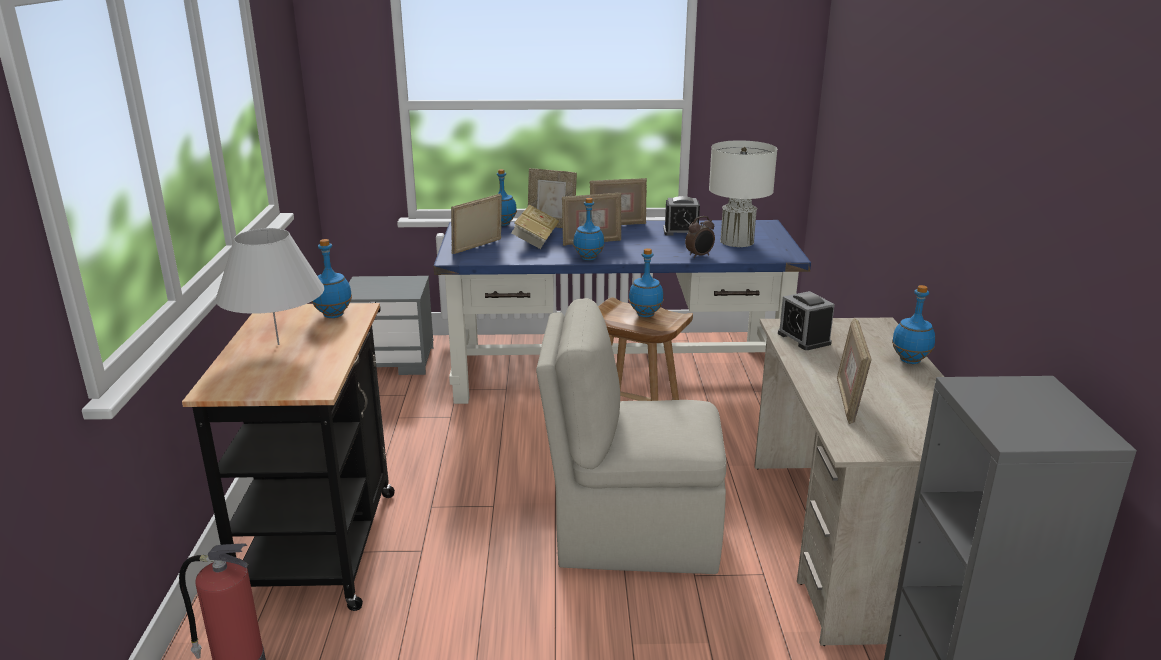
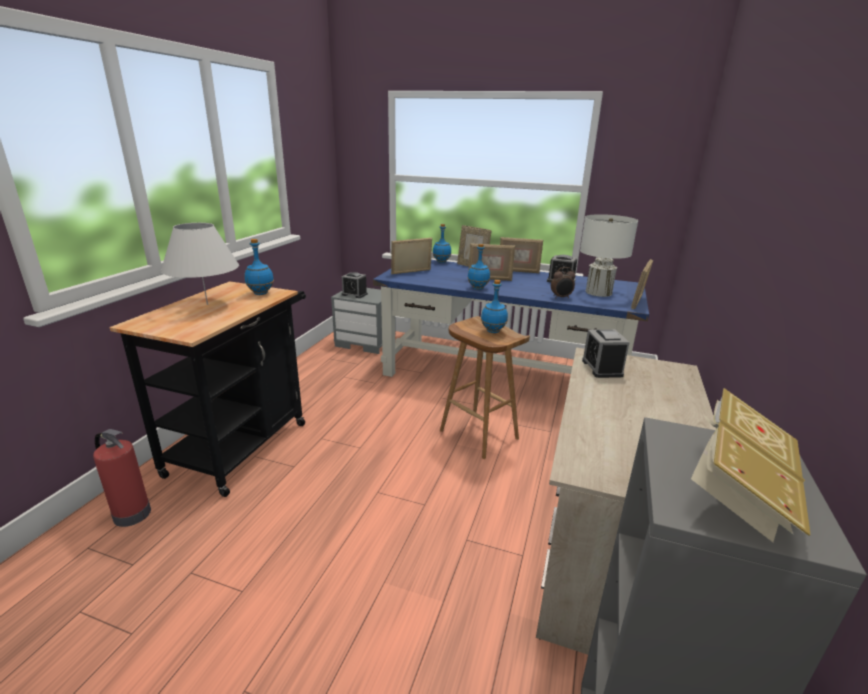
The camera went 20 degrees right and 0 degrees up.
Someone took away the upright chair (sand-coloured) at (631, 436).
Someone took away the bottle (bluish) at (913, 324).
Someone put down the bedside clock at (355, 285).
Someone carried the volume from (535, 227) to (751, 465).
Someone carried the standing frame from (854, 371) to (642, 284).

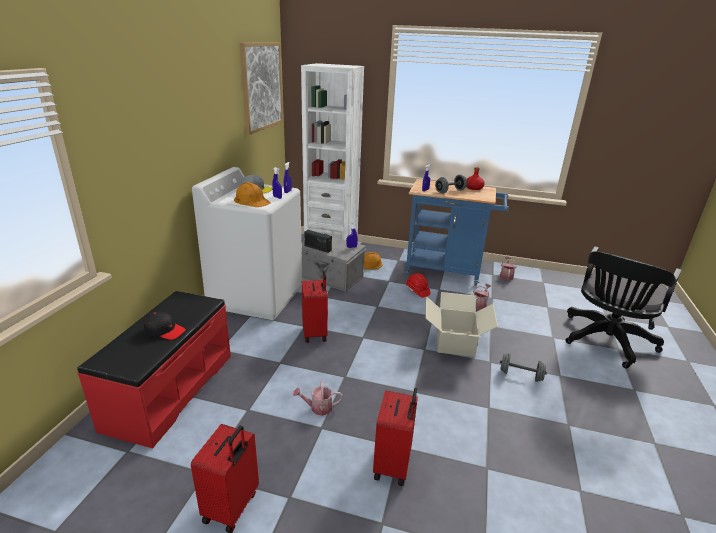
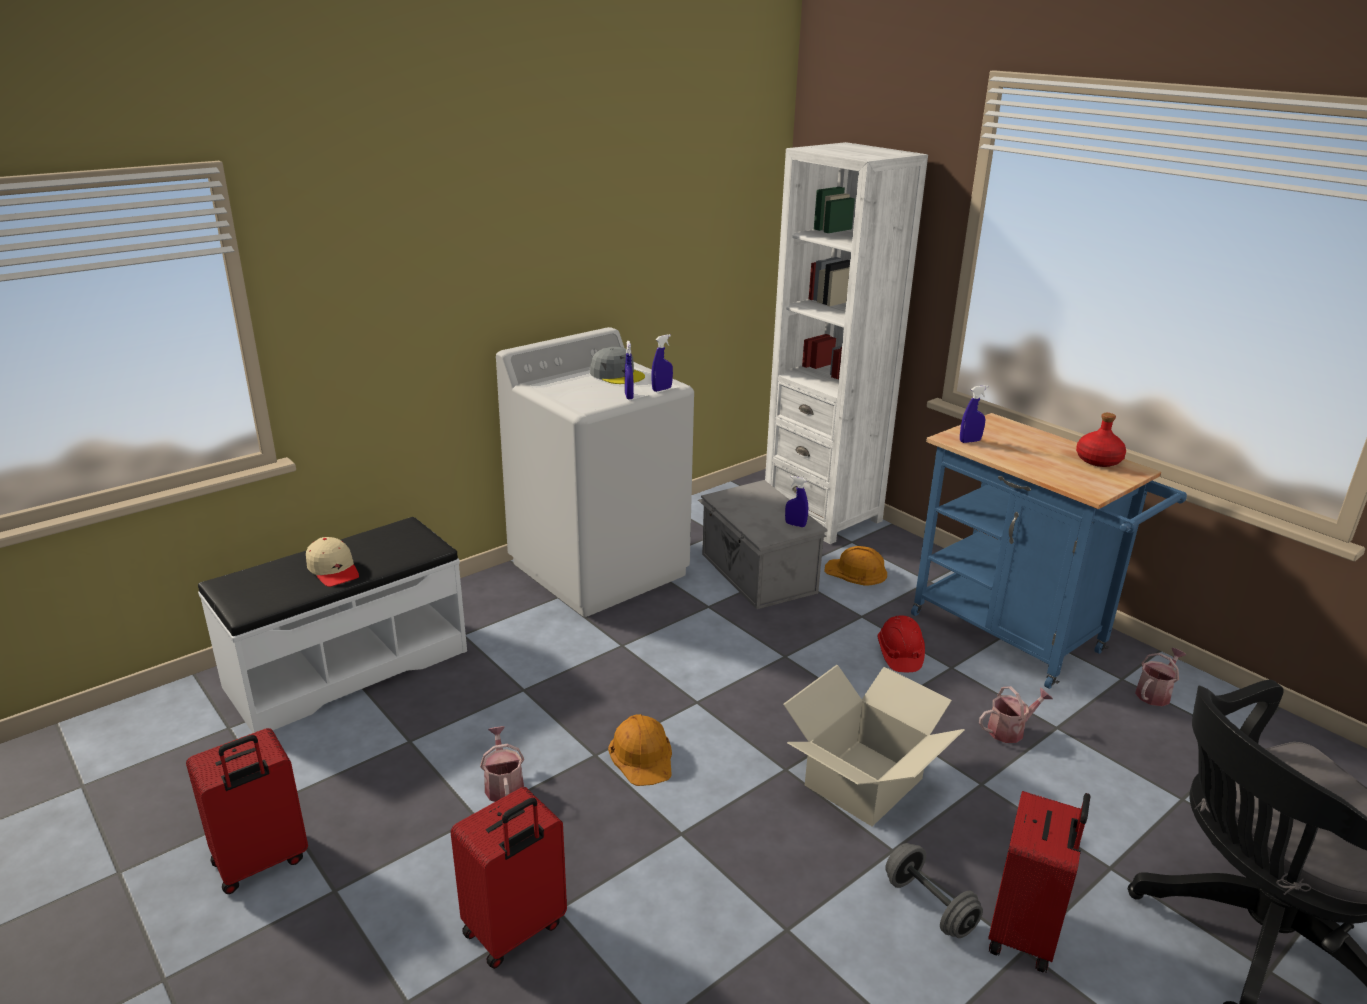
The camera went 35 degrees right and 0 degrees up.
Someone took away the picture at (261, 88).
Someone took away the radio set at (318, 241).
Someone took away the free weight (gray) at (451, 184).
Someone carried the hard hat (orange-coloured) from (252, 194) to (640, 750).
Someone carried the piece of luggage (red-coloured) from (315, 307) to (1039, 881).
Someone repainted the indoor bench (red-coloured) at (154, 370), which became the indoor bench (white) at (332, 625).
Someone repainted the peaked cap (black) at (164, 326), which became the peaked cap (sand-coloured) at (332, 562).
Someone rotated the watering pot at (318, 398) by 45 degrees clockwise.

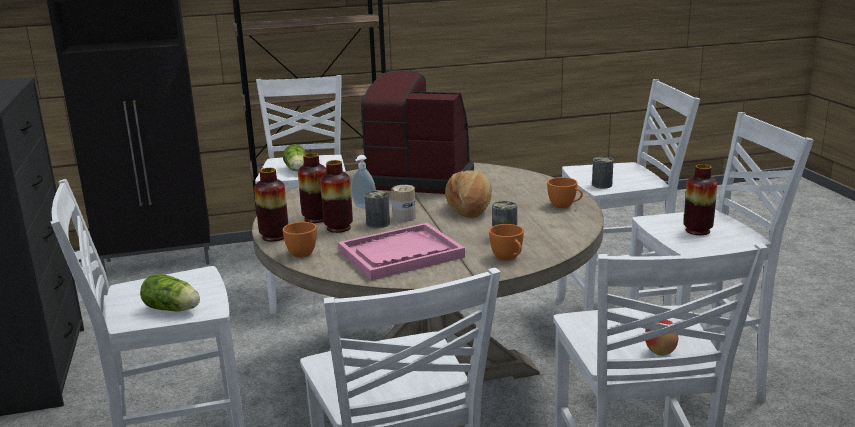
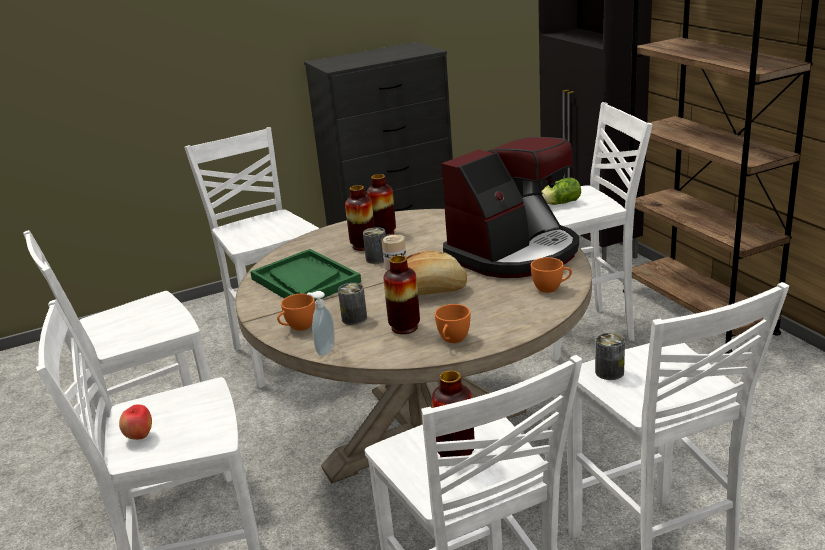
The camera went 80 degrees right and 5 degrees up.
Someone took away the head of lettuce at (170, 292).
Someone carried the vase from (271, 205) to (401, 294).
Someone carried the cup (orange-coloured) from (300, 239) to (551, 275).
Someone carried the soap bottle from (363, 182) to (321, 323).
Someone repainted the carrying tray (pink-coloured) at (401, 252), which became the carrying tray (green) at (305, 275).
Someone rotated the coffee machine at (417, 132) by 45 degrees clockwise.

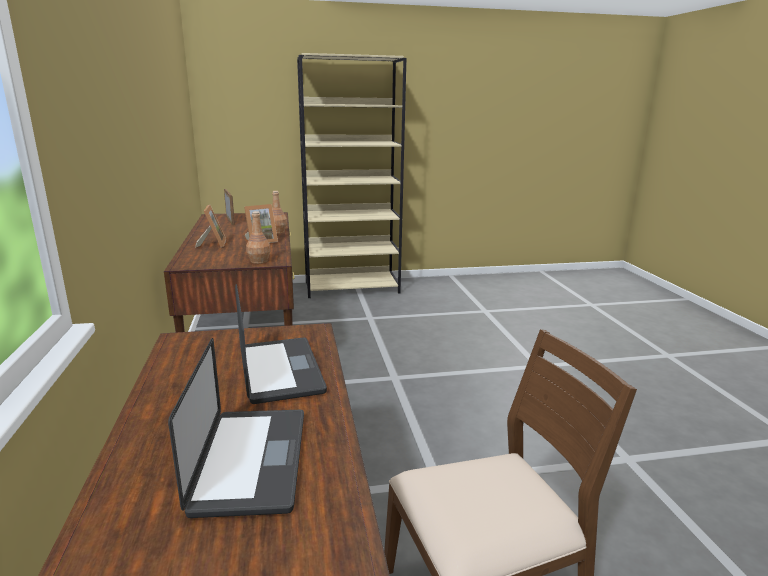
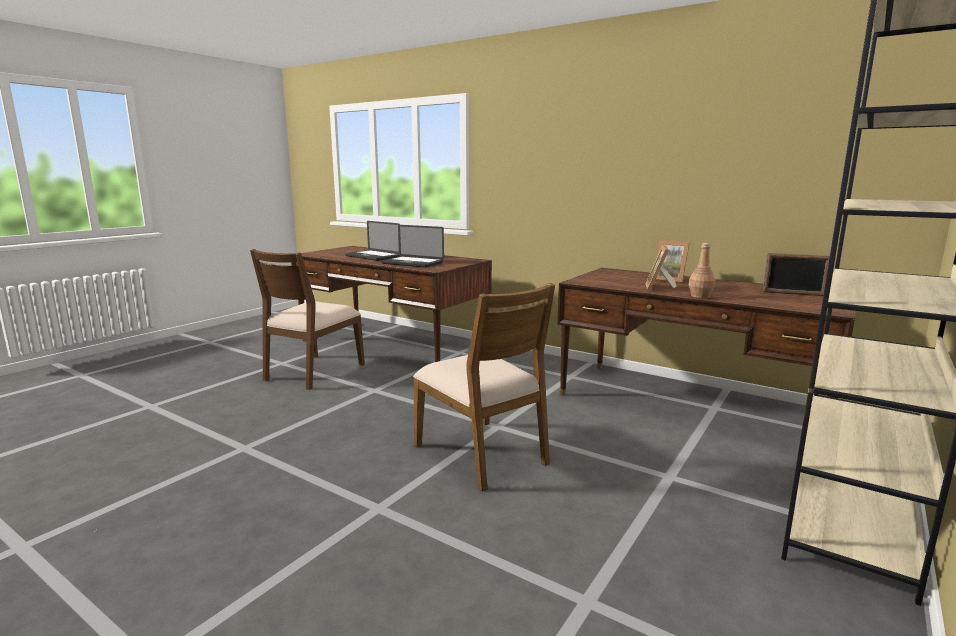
The camera went 135 degrees right and 5 degrees down.
Someone took away the bottle (brown) at (258, 237).
Someone put down the upright chair (brown) at (484, 387).

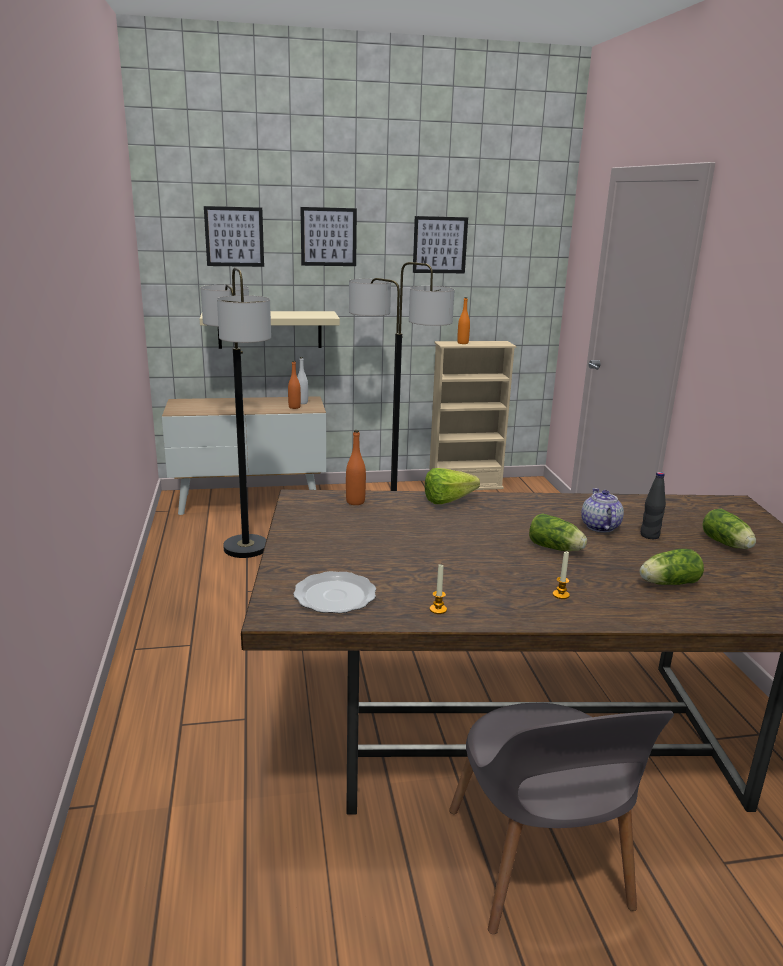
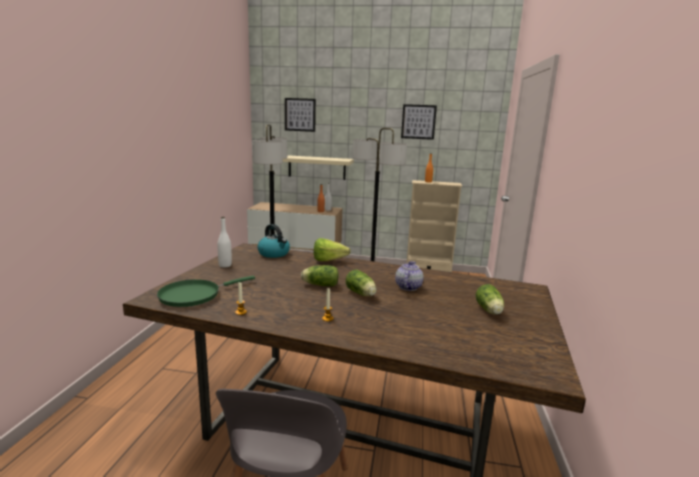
The camera went 20 degrees right and 5 degrees down.
Someone took away the picture at (328, 236).
Someone took away the bottle (black) at (653, 505).
Someone put down the bottle (white) at (224, 242).
Someone carried the head of lettuce from (672, 567) to (320, 276).
Someone swapped the plate at (334, 592) for the frying pan (green) at (206, 291).
Someone swapped the bottle (orange-coloured) at (356, 467) for the tea kettle at (273, 241).

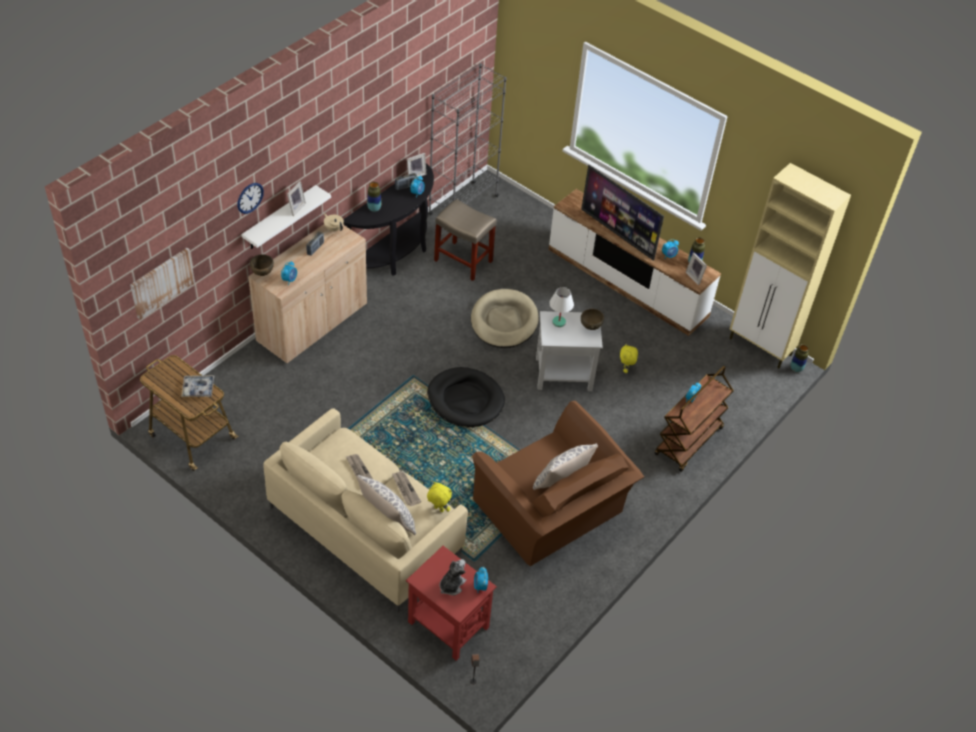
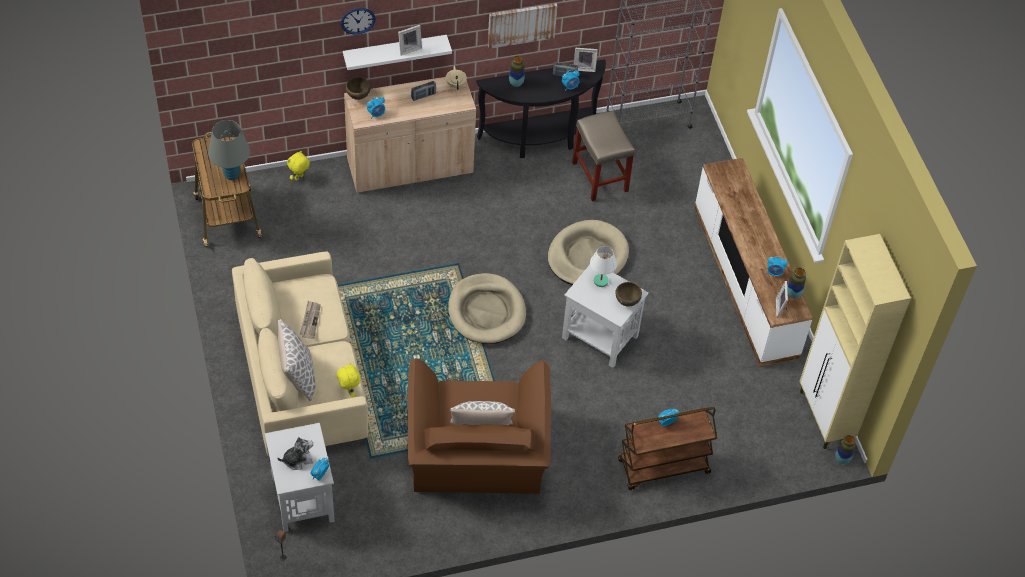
The camera went 35 degrees right and 5 degrees up.
Someone took away the daily paper at (406, 488).
Someone took away the TV set at (622, 213).
Someone carried the picture from (162, 284) to (522, 26).
Someone carried the plush toy (yellowish) from (629, 358) to (298, 165).
Someone swapped the carrying tray at (197, 386) for the lamp for a table (gray) at (229, 150).
Someone repainted the accent table (red-coloured) at (451, 603), which became the accent table (white) at (300, 477).
Someone repainted the pet bed (black) at (466, 397), which became the pet bed (sand-coloured) at (487, 308).

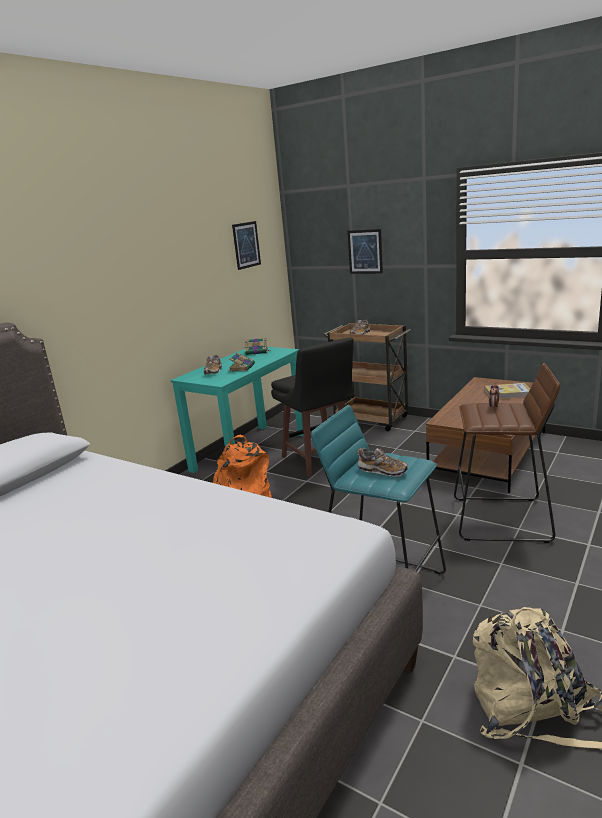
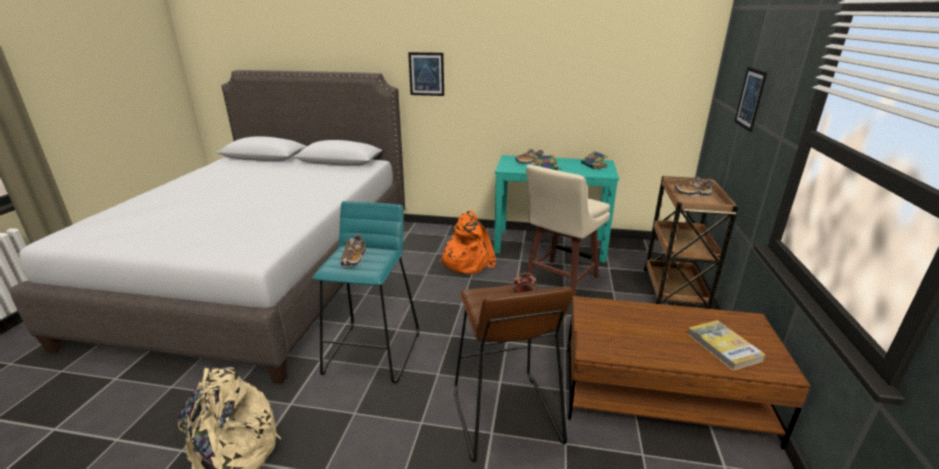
The camera went 65 degrees right and 5 degrees up.
Someone carried the picture from (246, 245) to (426, 74).
Someone repainted the sitting stool (black) at (312, 407), which became the sitting stool (sand-coloured) at (567, 232).

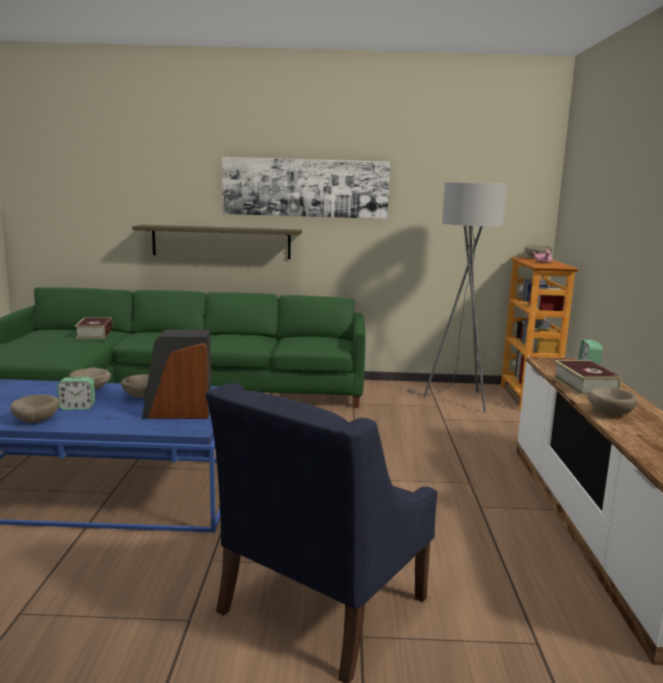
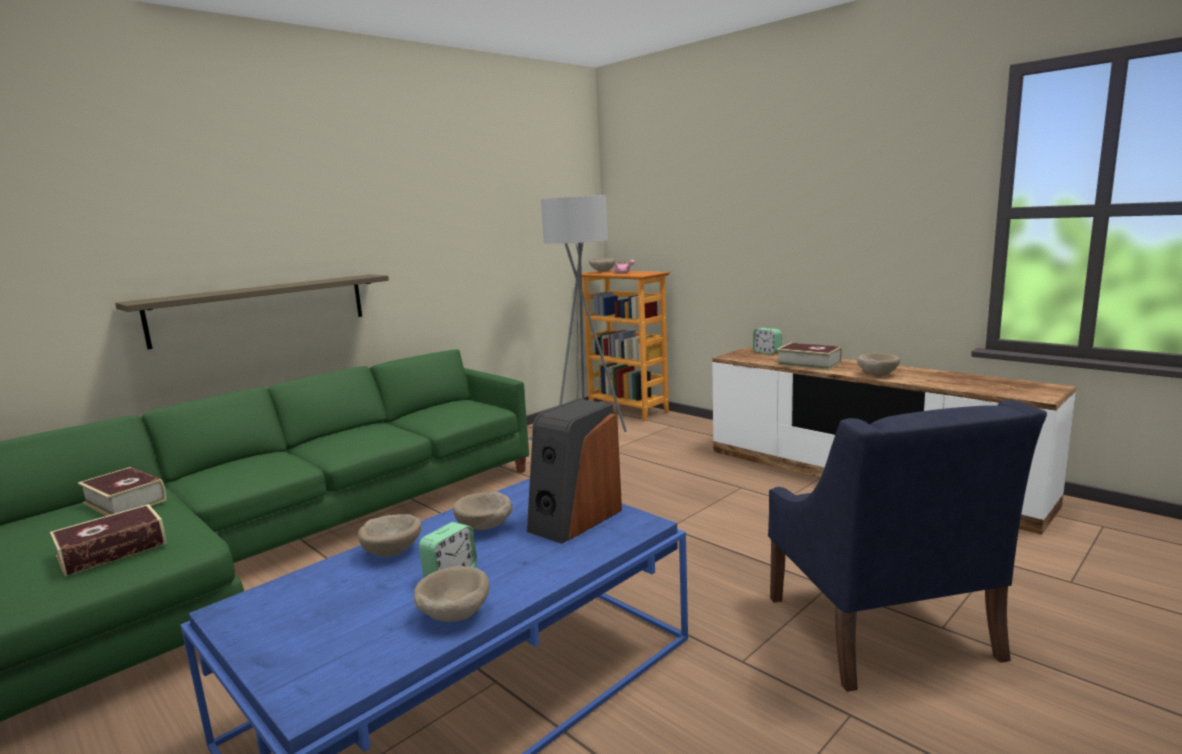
The camera went 45 degrees left and 0 degrees up.
Someone took away the picture at (306, 188).
Someone put down the volume at (108, 540).

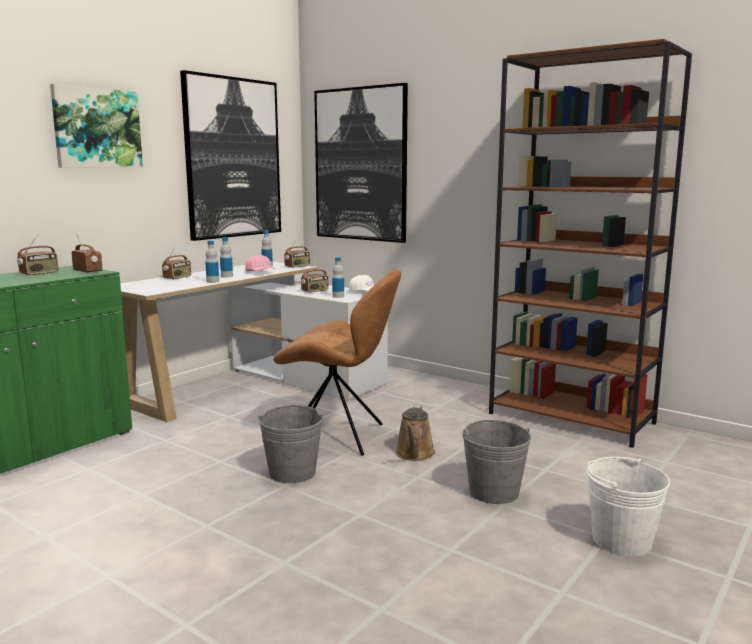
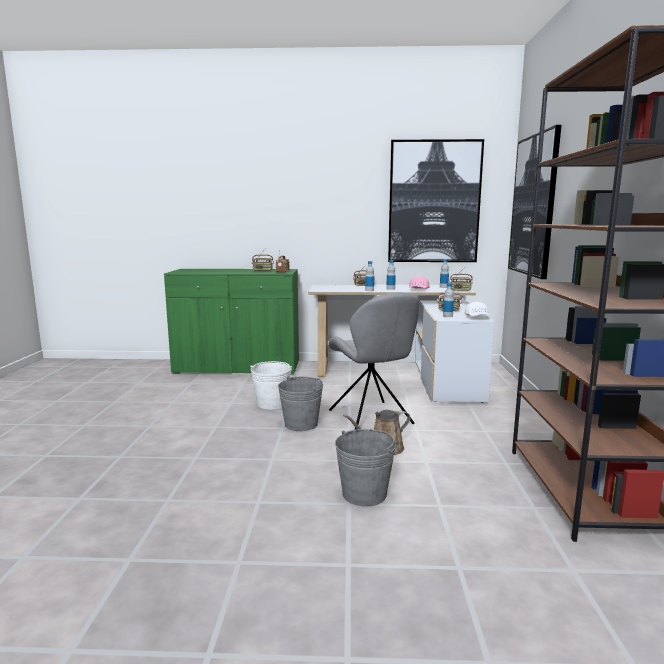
The camera went 55 degrees right and 0 degrees up.
Someone took away the picture at (96, 126).
Someone carried the pail (white) from (628, 506) to (271, 385).
Someone repainted the upright chair (brown) at (337, 362), which became the upright chair (gray) at (373, 360).

